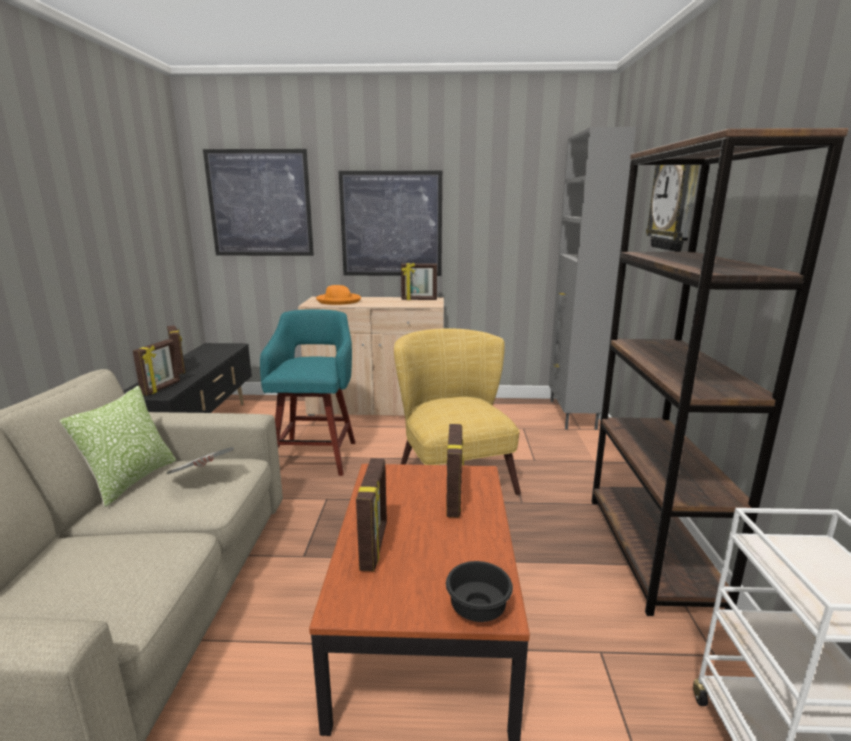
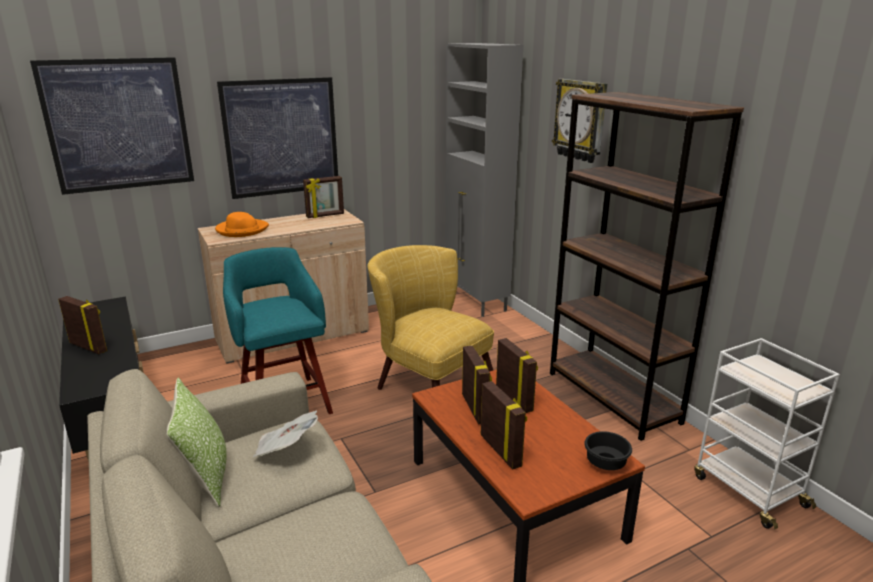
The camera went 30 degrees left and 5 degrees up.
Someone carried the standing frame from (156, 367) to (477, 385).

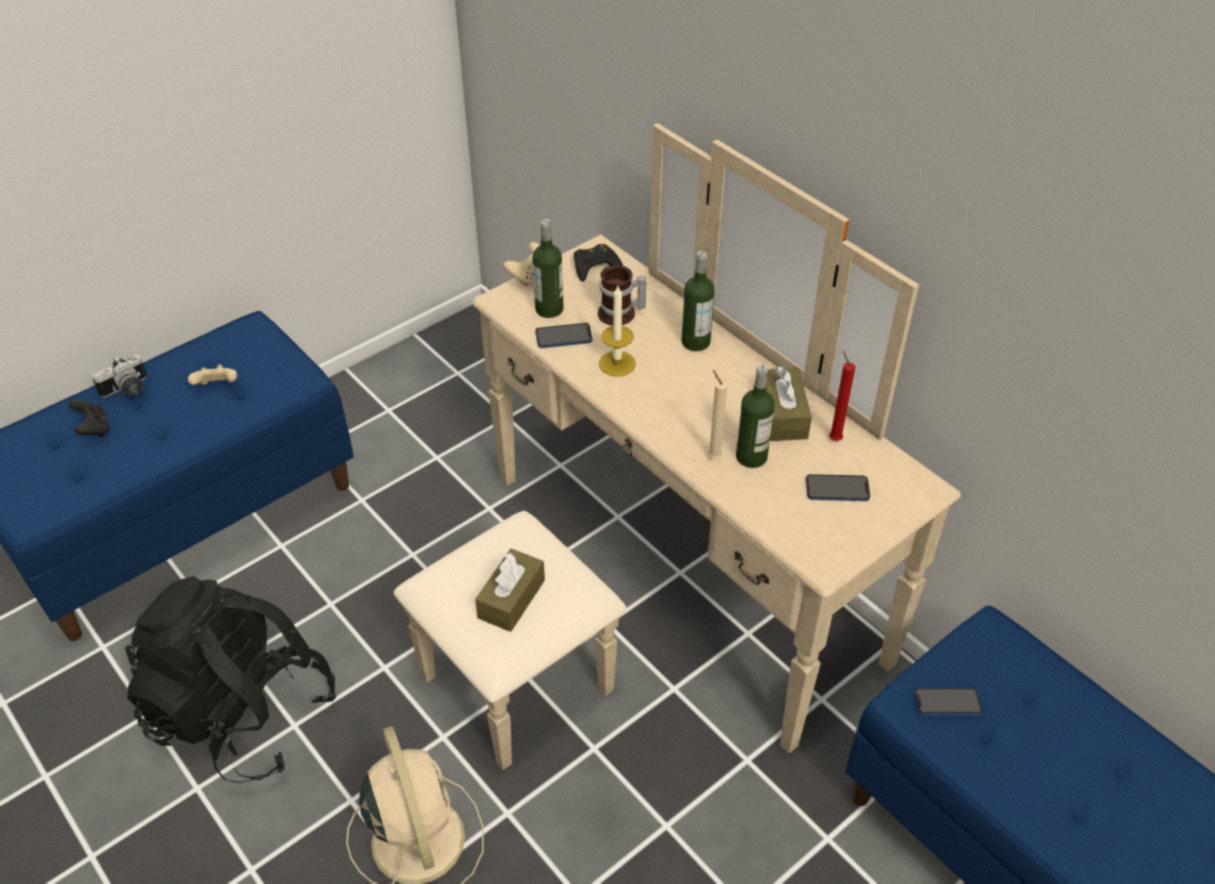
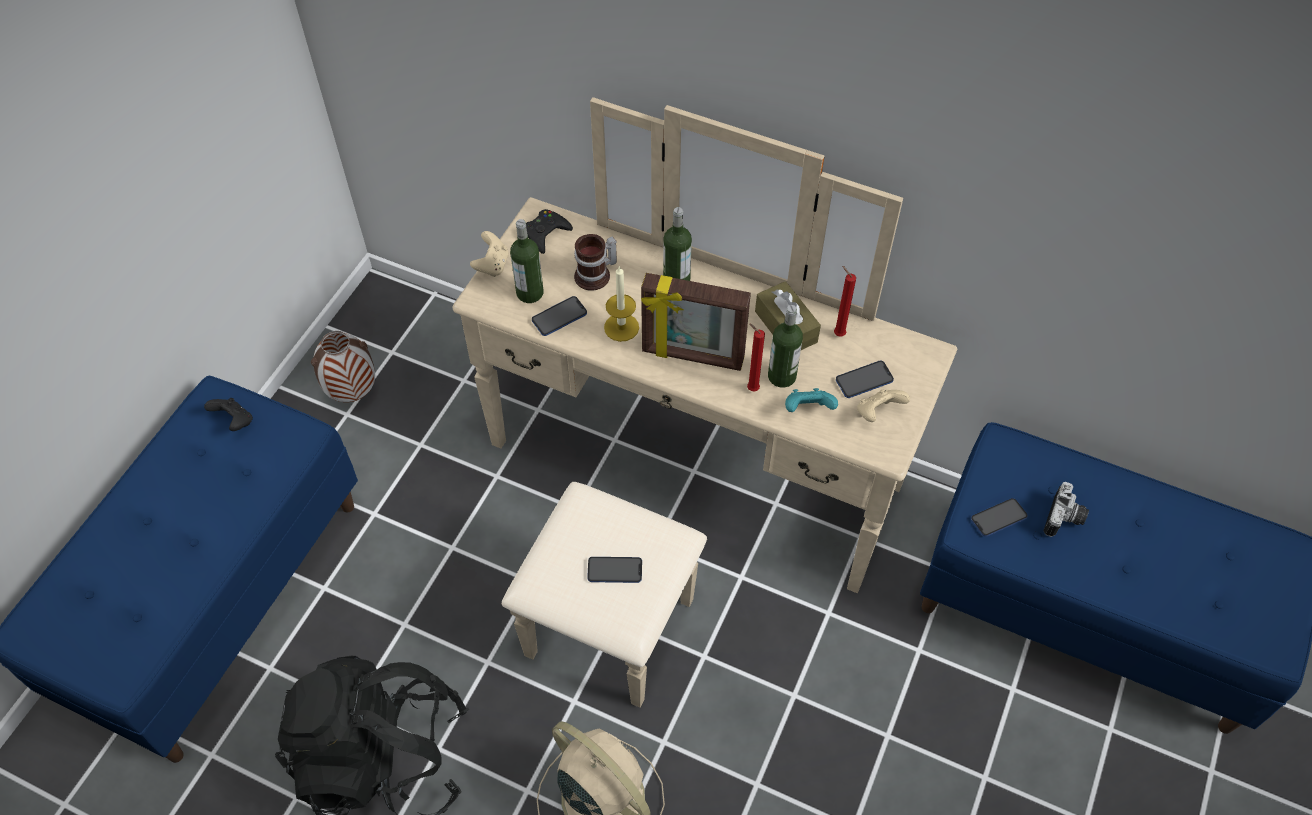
The camera went 25 degrees left and 10 degrees up.
Someone put down the vase at (343, 366).
Someone put down the standing frame at (696, 322).
Someone put down the gamepad (turquoise-coloured) at (811, 400).
Someone carried the gamepad (black) from (89, 418) to (228, 414).
Someone carried the photo camera from (119, 376) to (1066, 509).
Someone carried the gamepad (sand-coloured) from (212, 375) to (883, 405).
Someone swapped the box of tissues (brown) at (510, 590) for the phone at (614, 570).
Someone repainted the candle (sand-coloured) at (717, 414), which became the candle (red-coloured) at (756, 357).

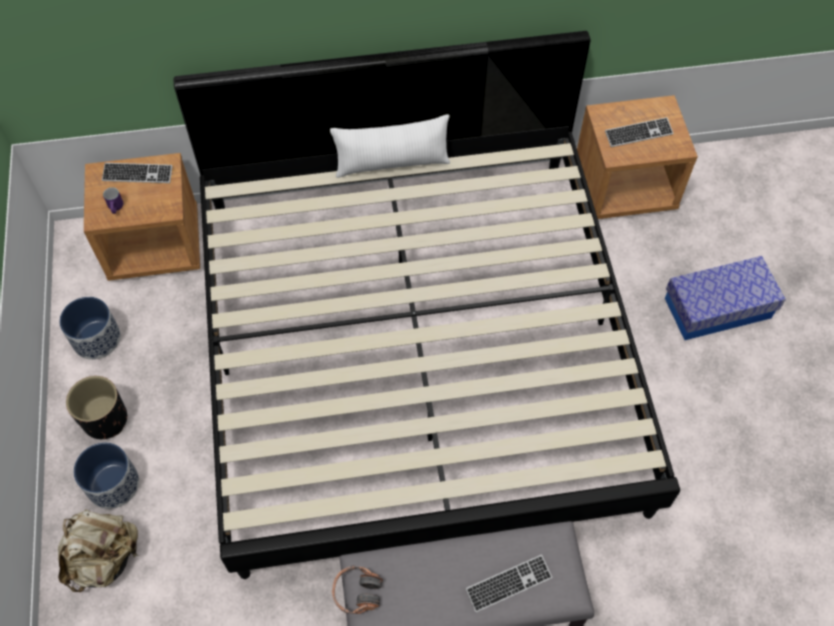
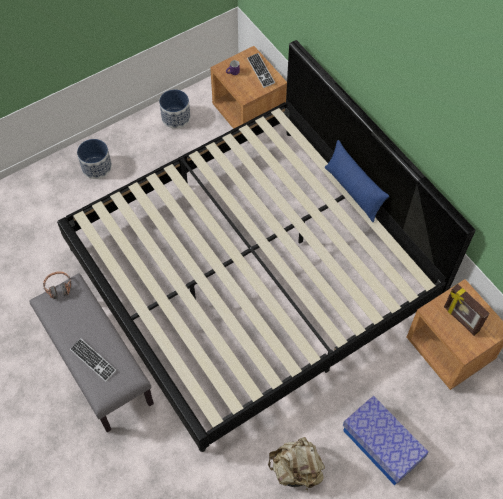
The camera went 65 degrees right and 0 degrees up.
Someone took away the plant pot (black) at (96, 407).
Someone carried the rucksack (sand-coloured) from (98, 551) to (296, 464).
Someone swapped the keyboard at (639, 132) for the standing frame at (467, 310).
Someone repainted the throw pillow (white) at (390, 146), which became the throw pillow (bluish) at (357, 181).

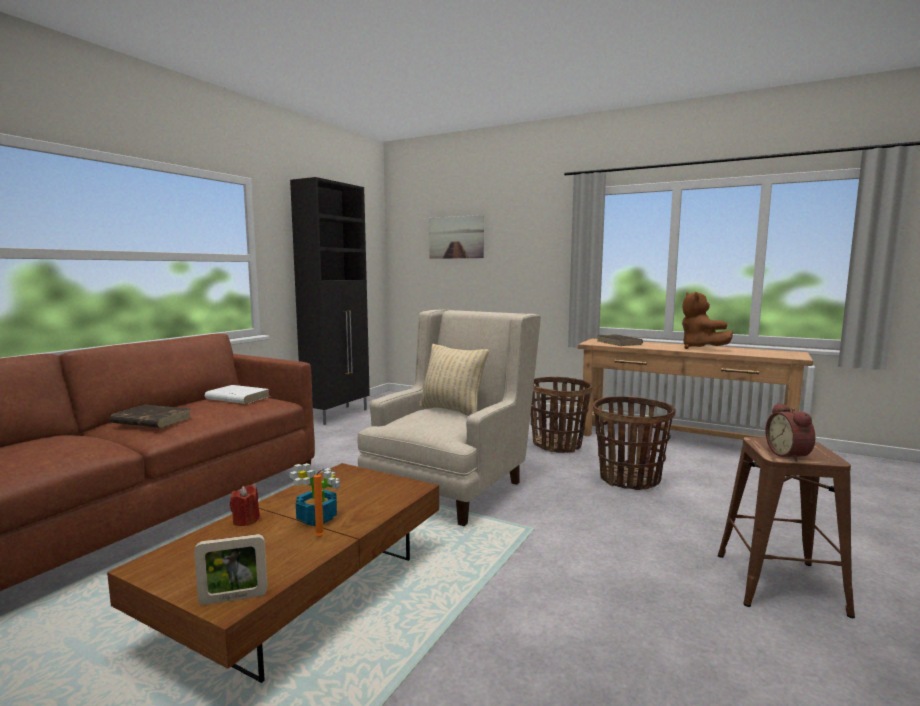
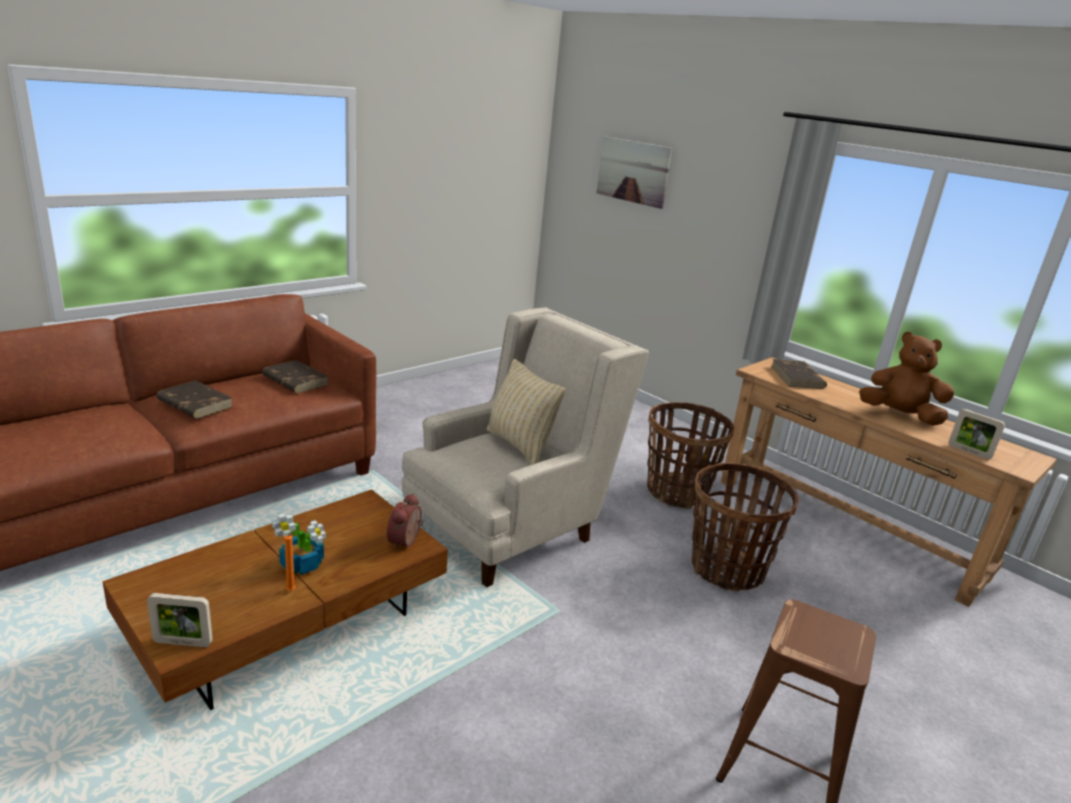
The camera went 15 degrees right and 15 degrees up.
Someone took away the candle (red-coloured) at (245, 505).
Someone took away the storage cabinet (black) at (330, 301).
Someone put down the standing frame at (976, 434).
Someone carried the bedside clock from (790, 432) to (405, 521).
Someone repainted the volume (white) at (237, 394), which became the volume (brown) at (295, 376).
Someone rotated the plush toy (brown) at (707, 320) by 105 degrees clockwise.

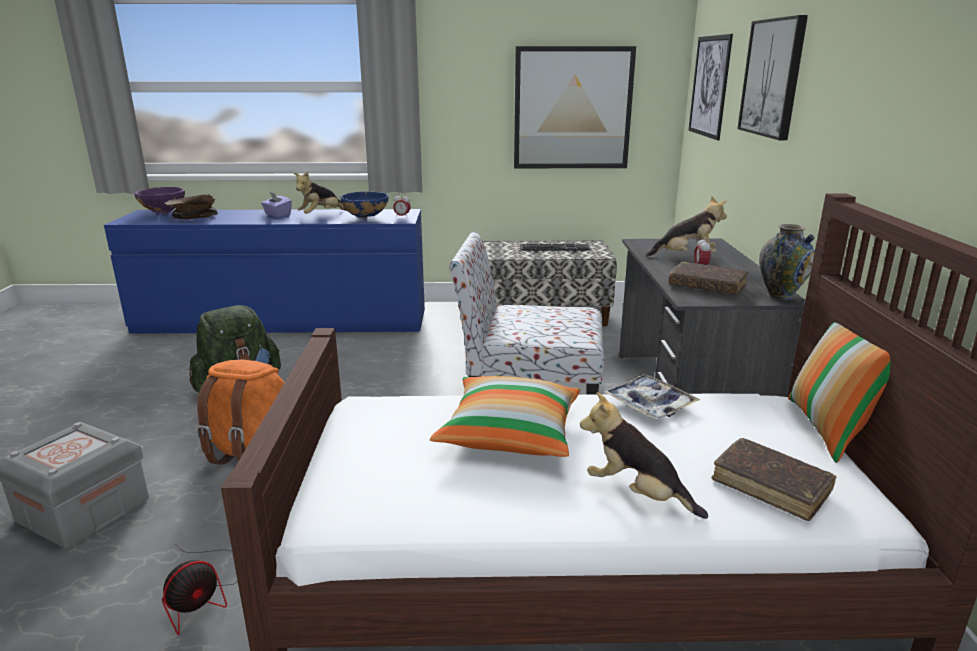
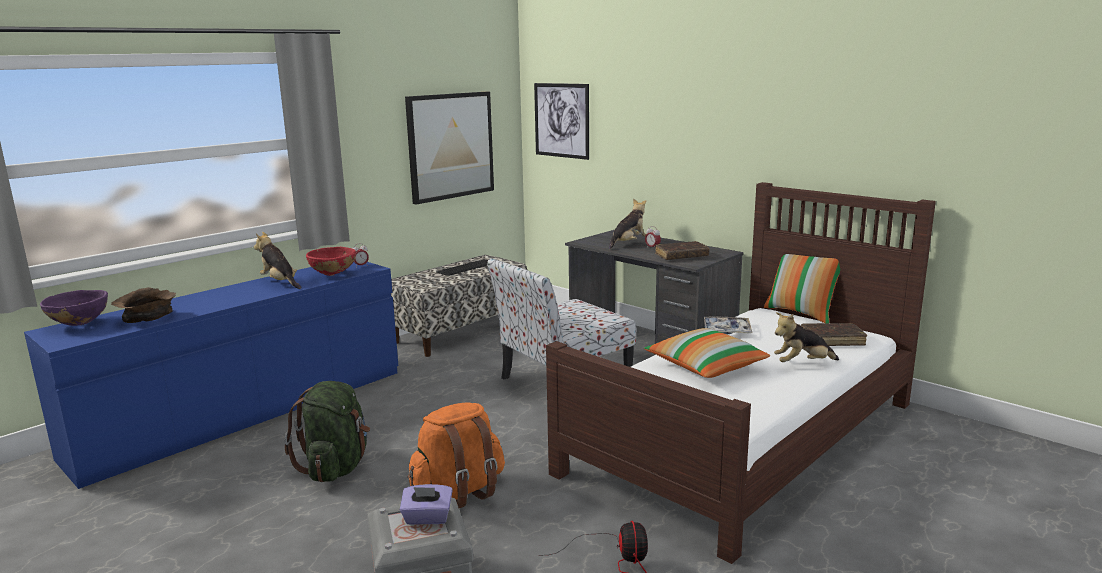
The camera went 45 degrees left and 5 degrees down.
Someone took away the picture at (772, 77).
Someone took away the vase at (787, 262).
Someone carried the box of tissues (purple-coloured) from (276, 205) to (426, 504).
Someone repainted the deep dish (bluish) at (364, 205), which became the deep dish (red-coloured) at (331, 261).
Someone rotated the plush toy at (320, 192) by 135 degrees clockwise.

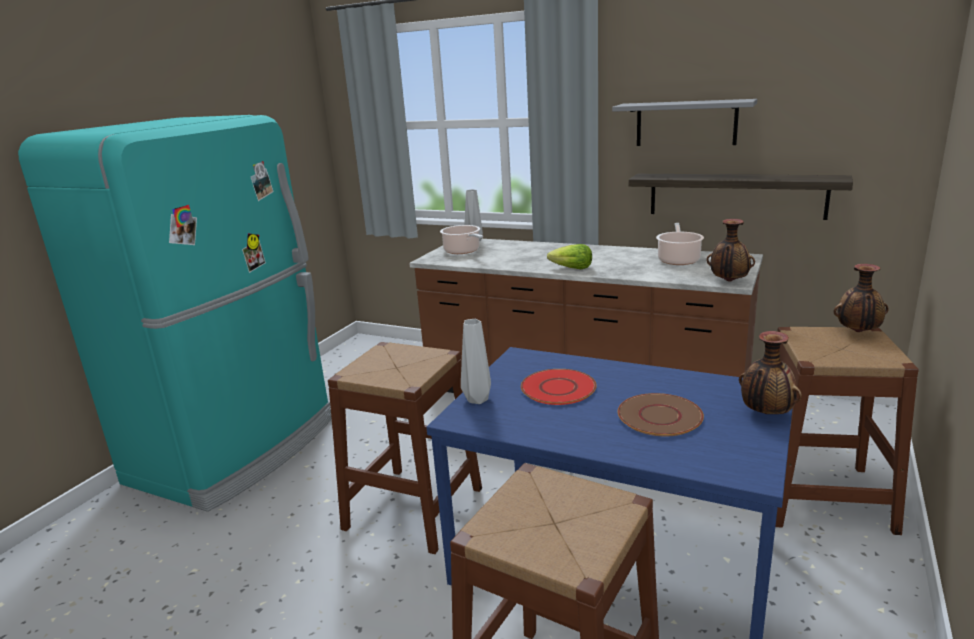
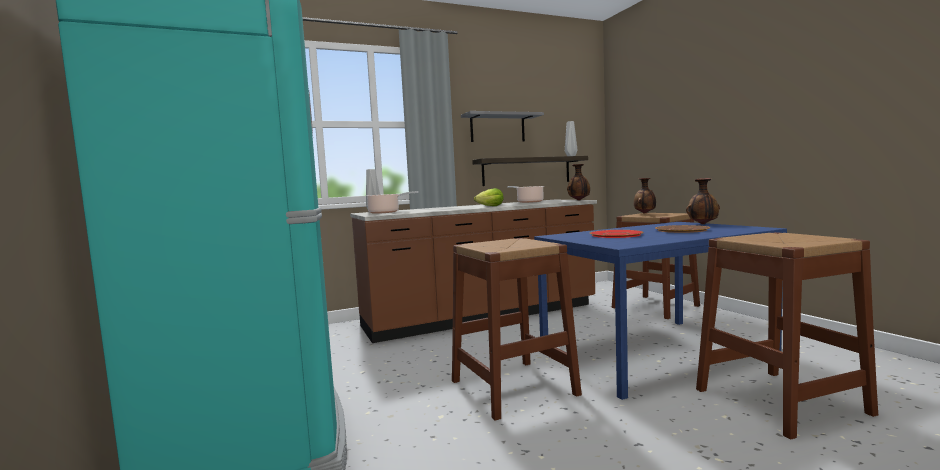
The camera went 50 degrees left and 15 degrees down.
Someone carried the vase (gray) from (476, 361) to (571, 138).

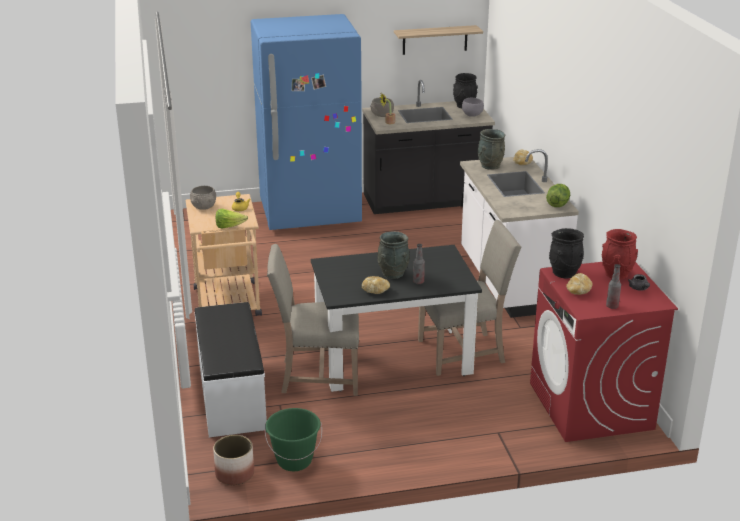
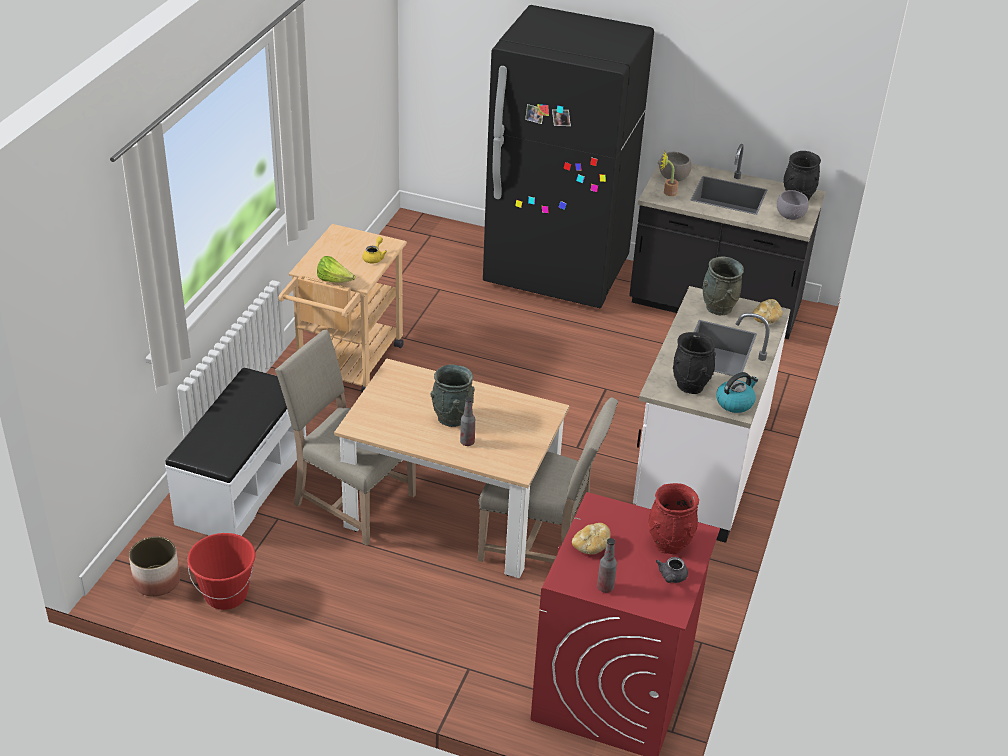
The camera went 30 degrees right and 10 degrees up.
Someone took away the deep dish (gray) at (203, 198).
Someone took away the baked bread at (376, 285).
Someone took away the bracket shelf at (438, 40).
Someone carried the vase (black) from (566, 253) to (694, 363).
Someone swapped the head of lettuce at (558, 195) for the tea kettle at (737, 392).
Someone repainted the fridge (bluish) at (306, 122), which became the fridge (black) at (568, 156).
Someone repainted the pail (green) at (293, 439), which became the pail (red-coloured) at (221, 571).
Someone repainted the dining table (black) at (396, 318), which became the dining table (sand-coloured) at (451, 468).

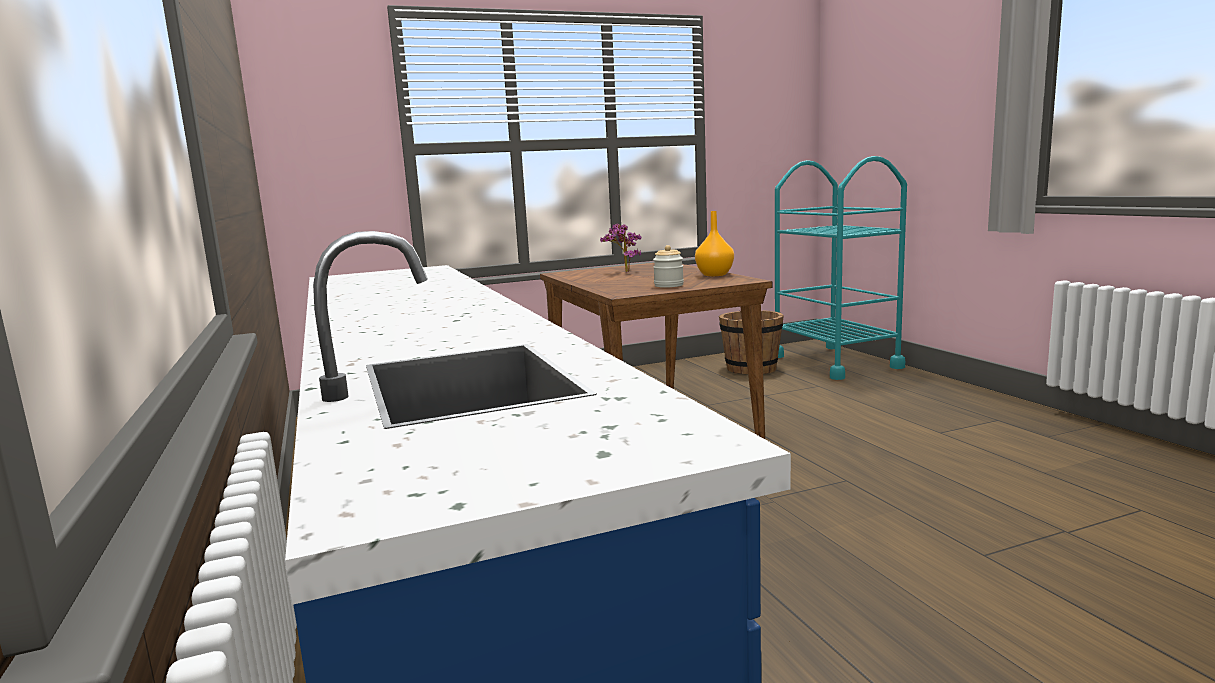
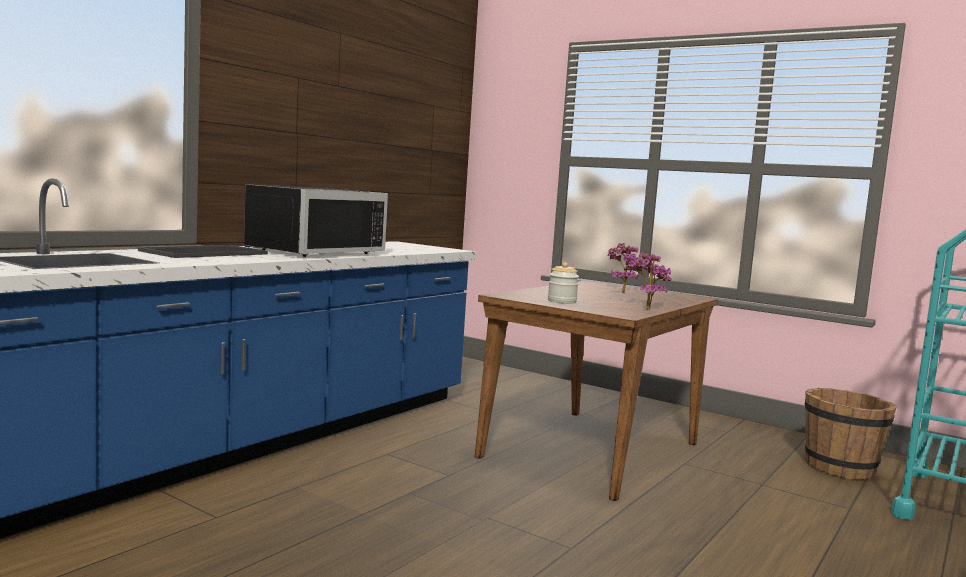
The camera went 55 degrees right and 5 degrees down.
Someone put down the carrying tray at (203, 251).
Someone put down the microwave (black) at (316, 220).
Someone swapped the vase (orange-coloured) at (714, 243) for the plant in a pot at (648, 281).

